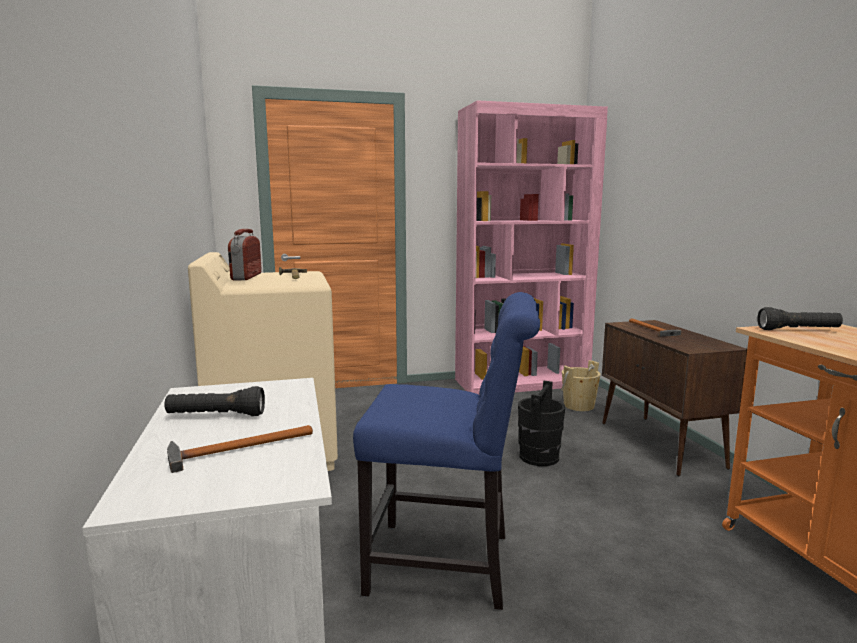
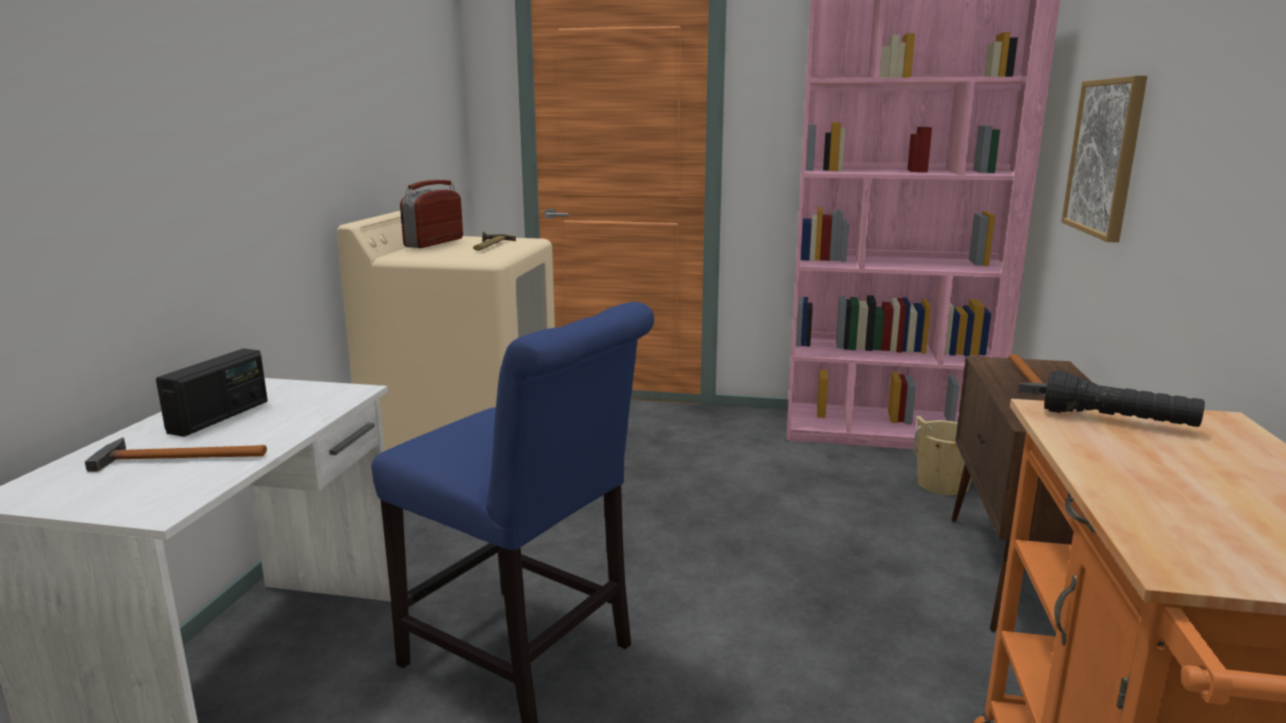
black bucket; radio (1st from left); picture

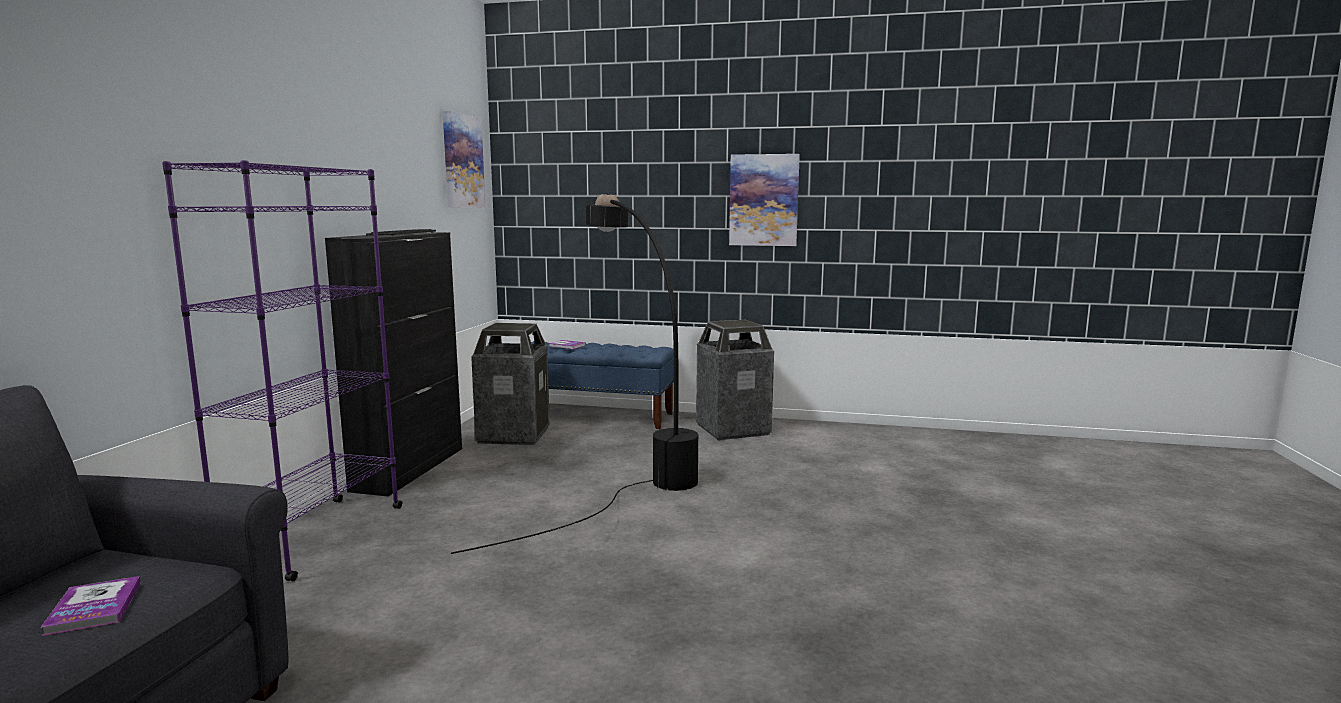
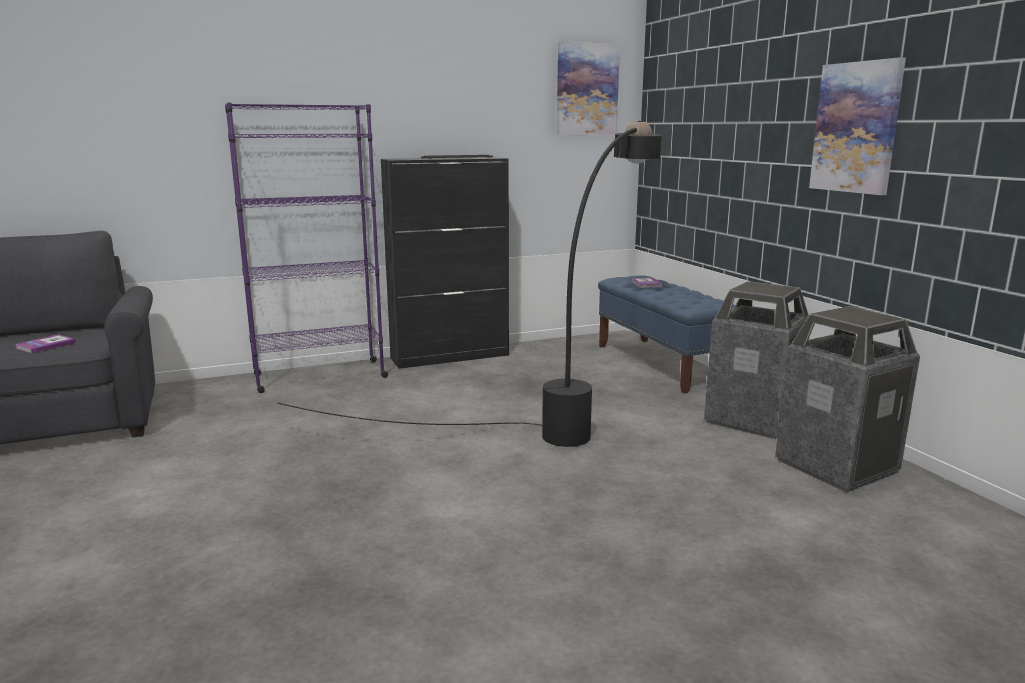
trash can (2nd from left)

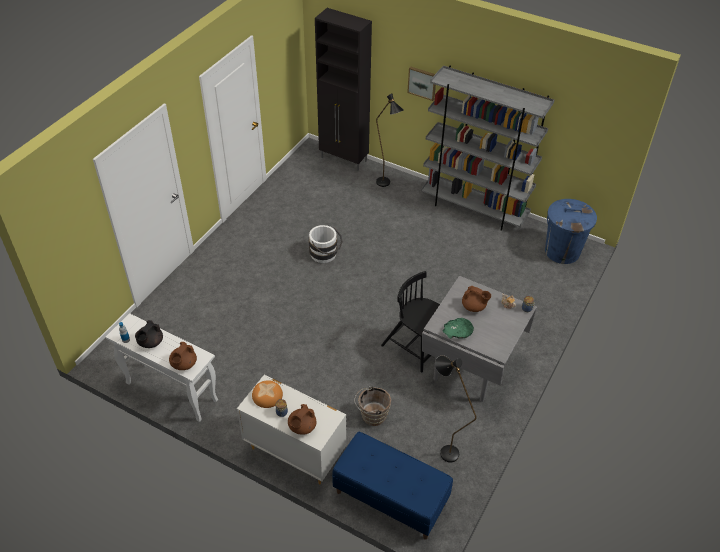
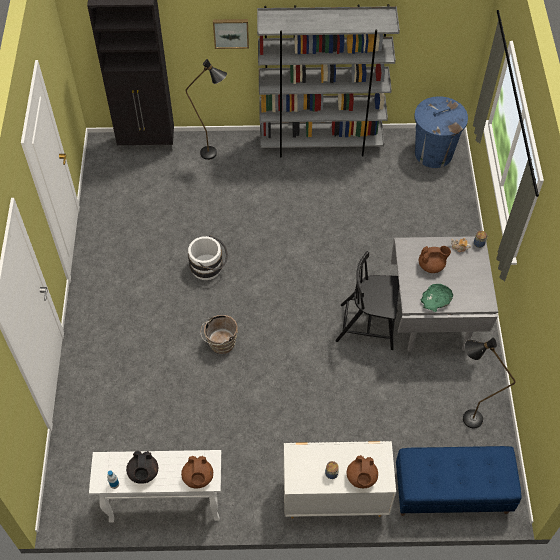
bread; brown bucket

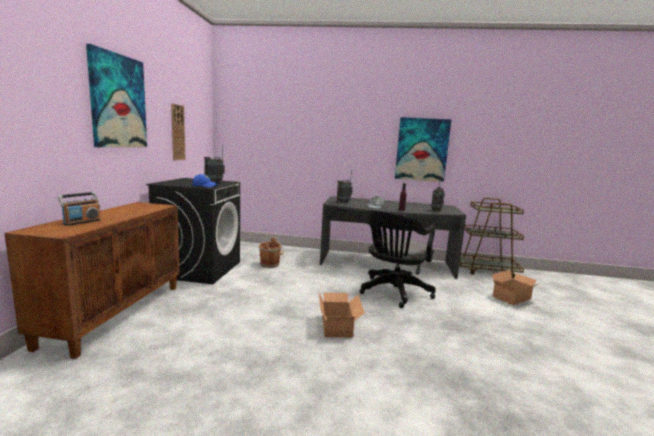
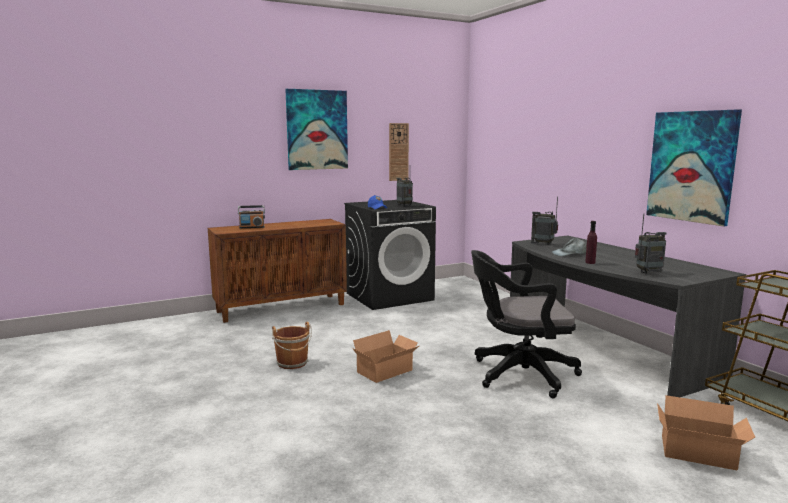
brown bucket

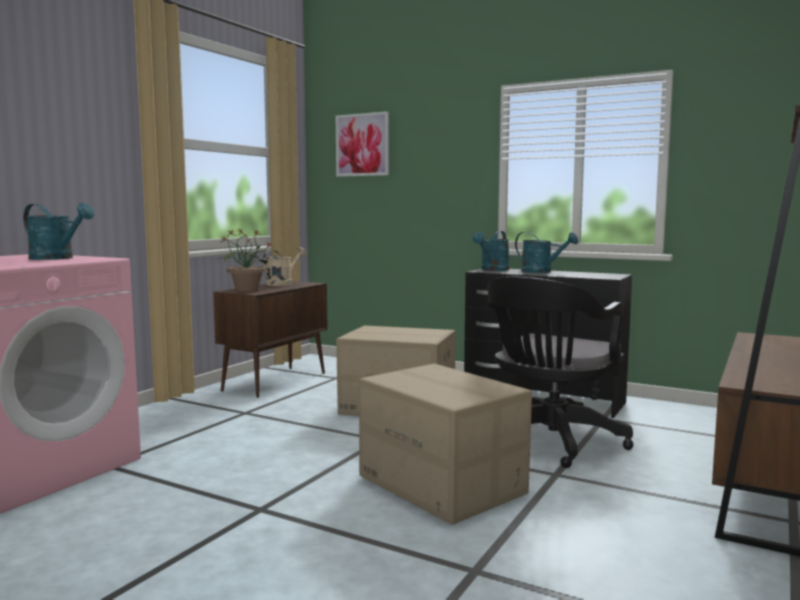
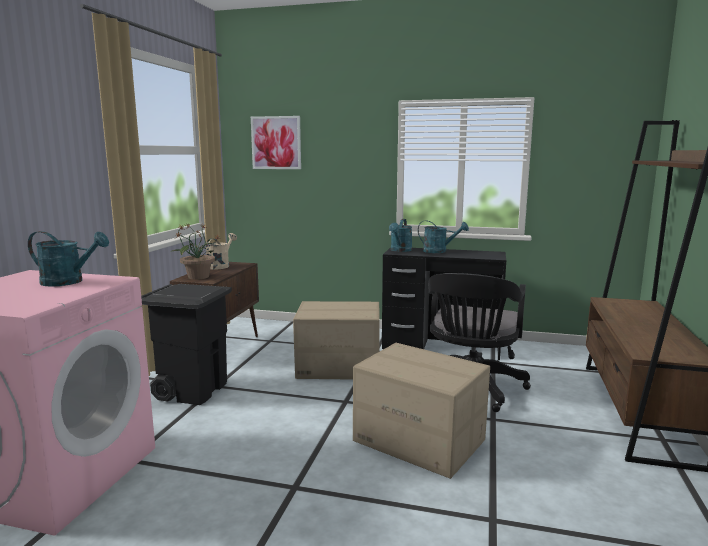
black trash can

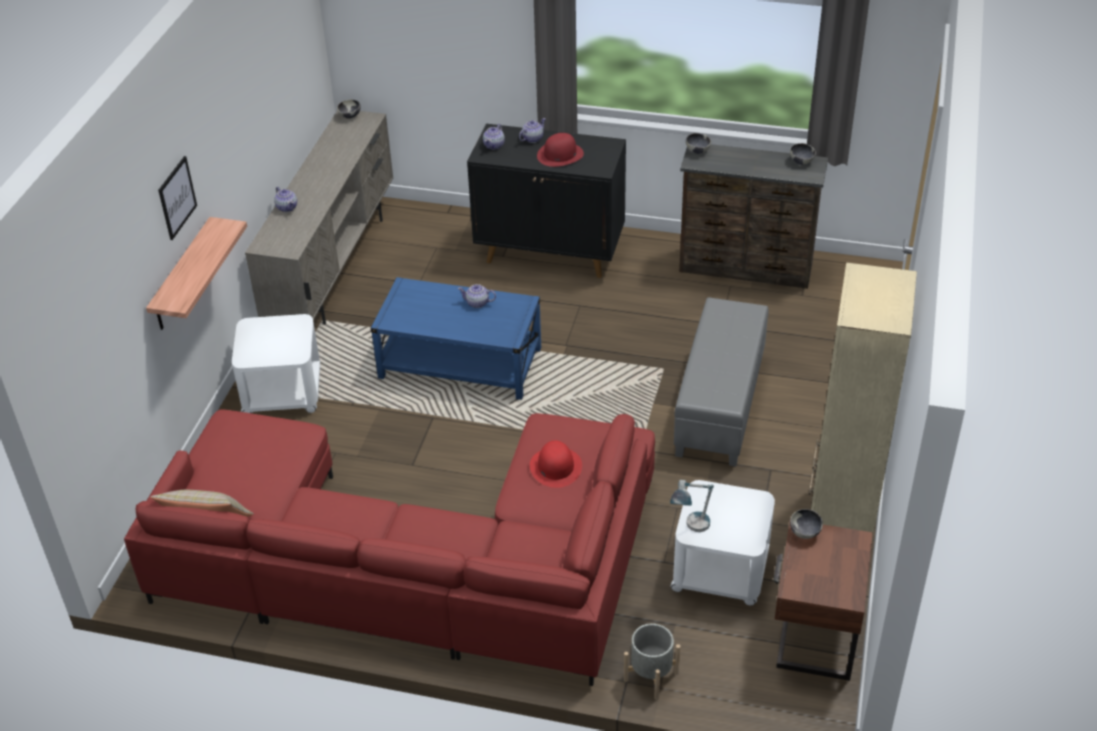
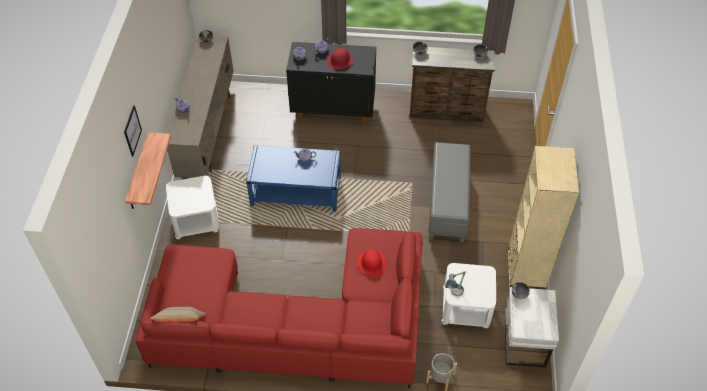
white nightstand

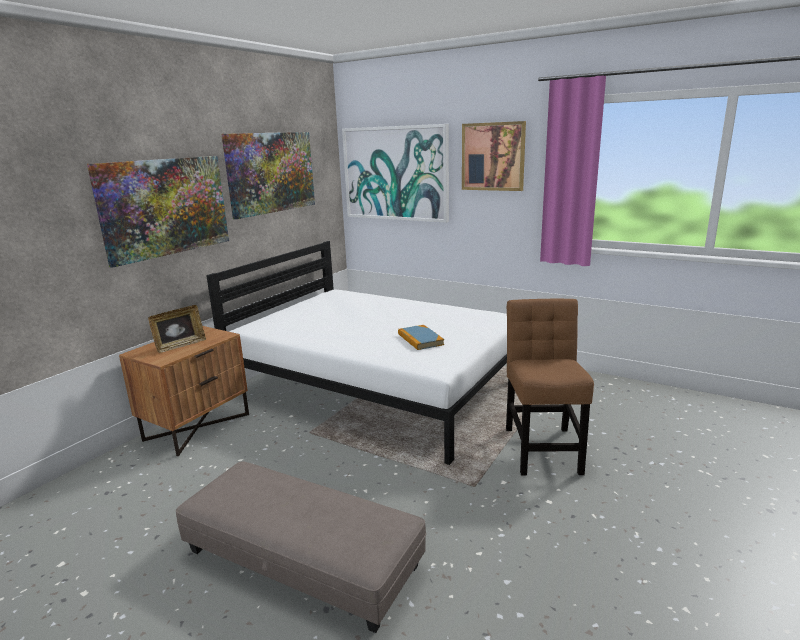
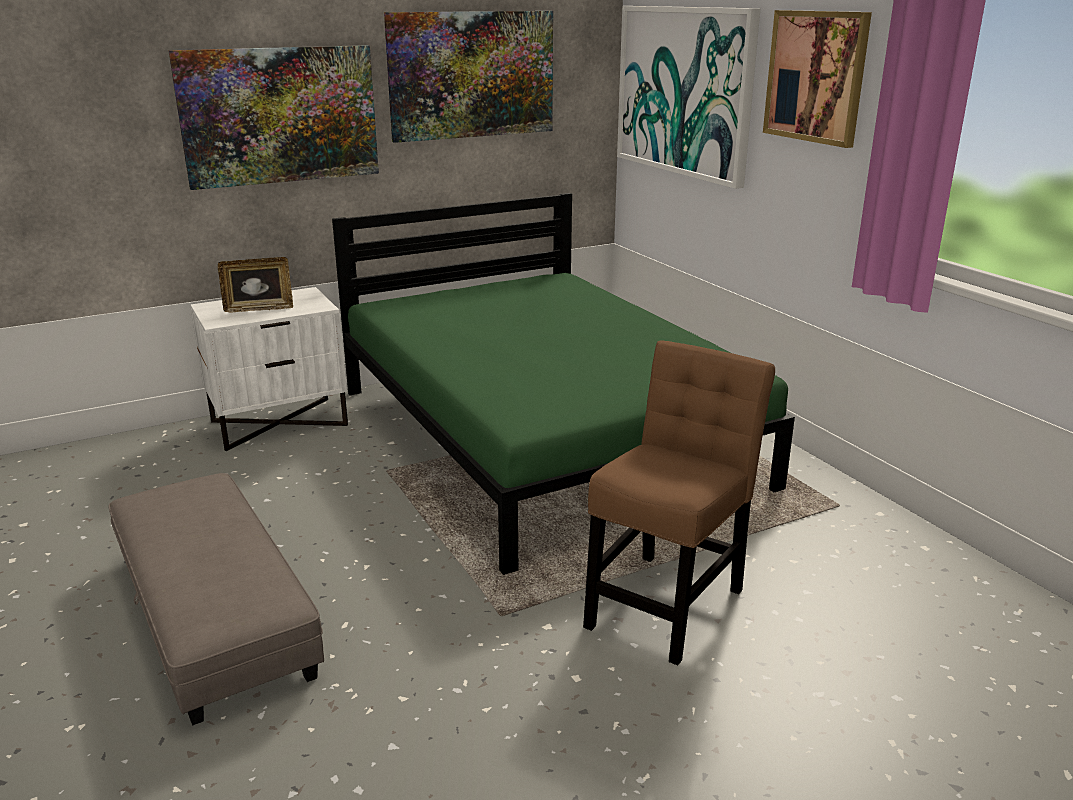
green bed; book; white nightstand

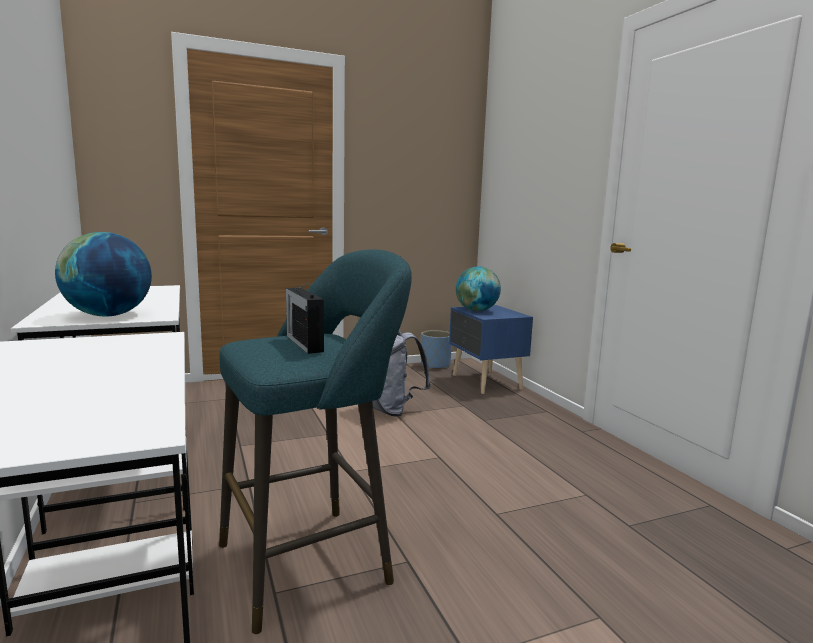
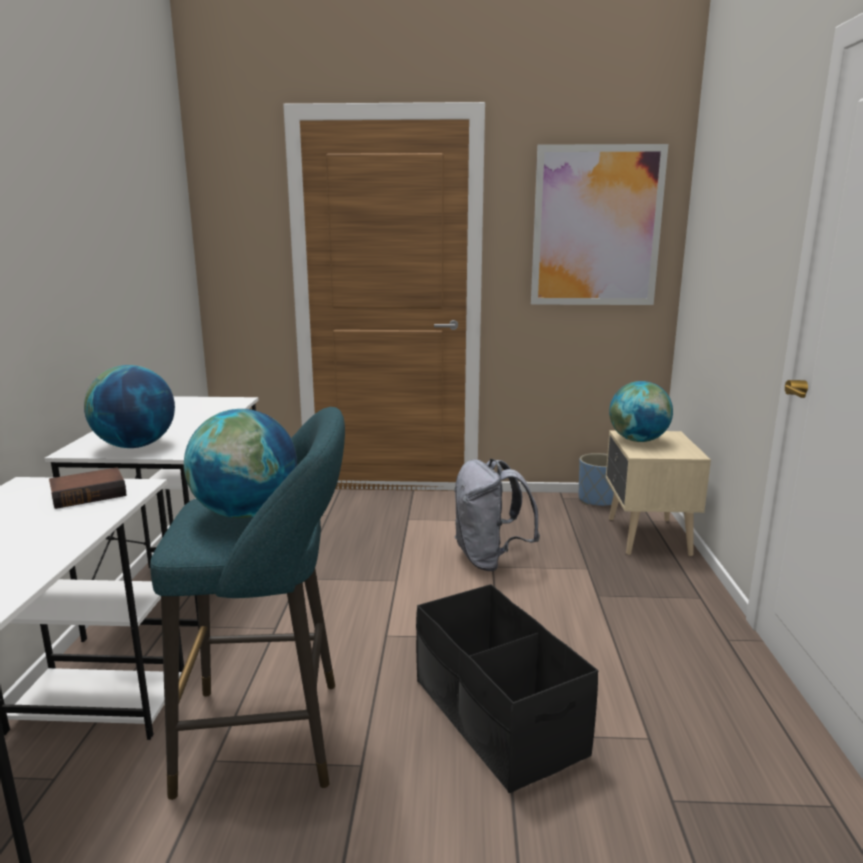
globe (2nd from left); beige nightstand; picture; book; black storage box

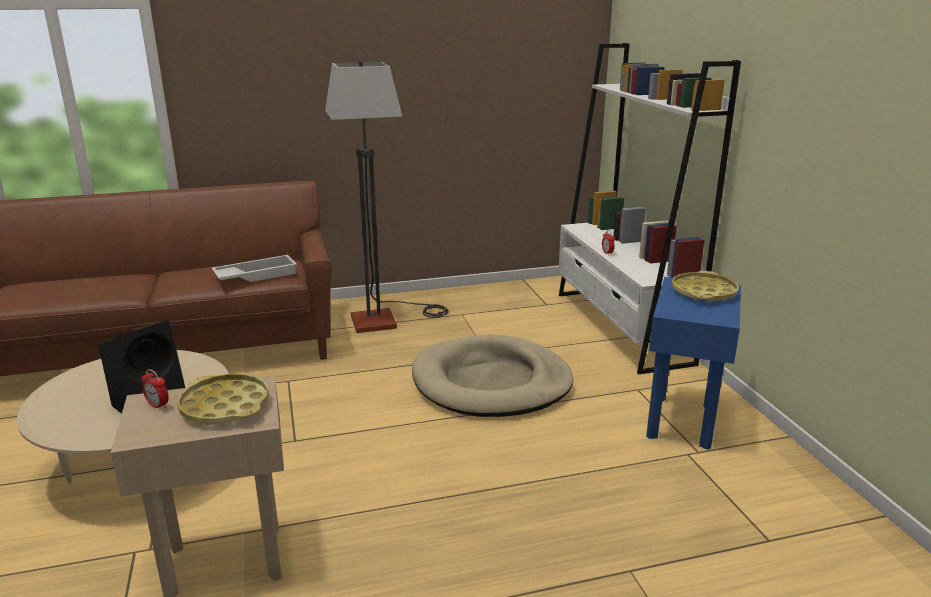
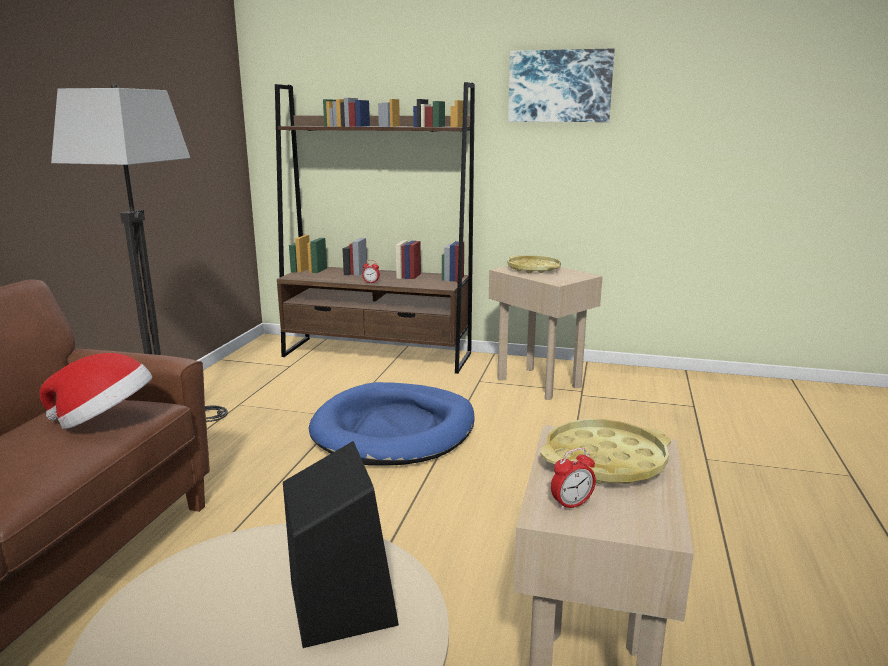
brown bookcase; hat; beige side table (1st from left); blue dog bed; picture

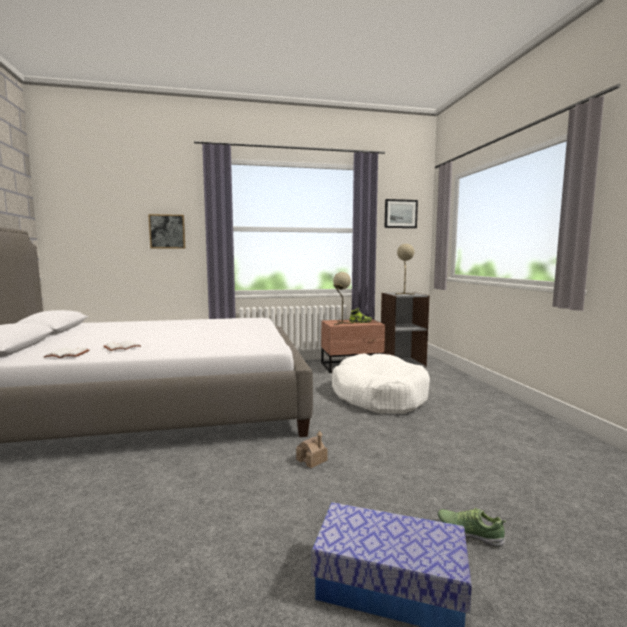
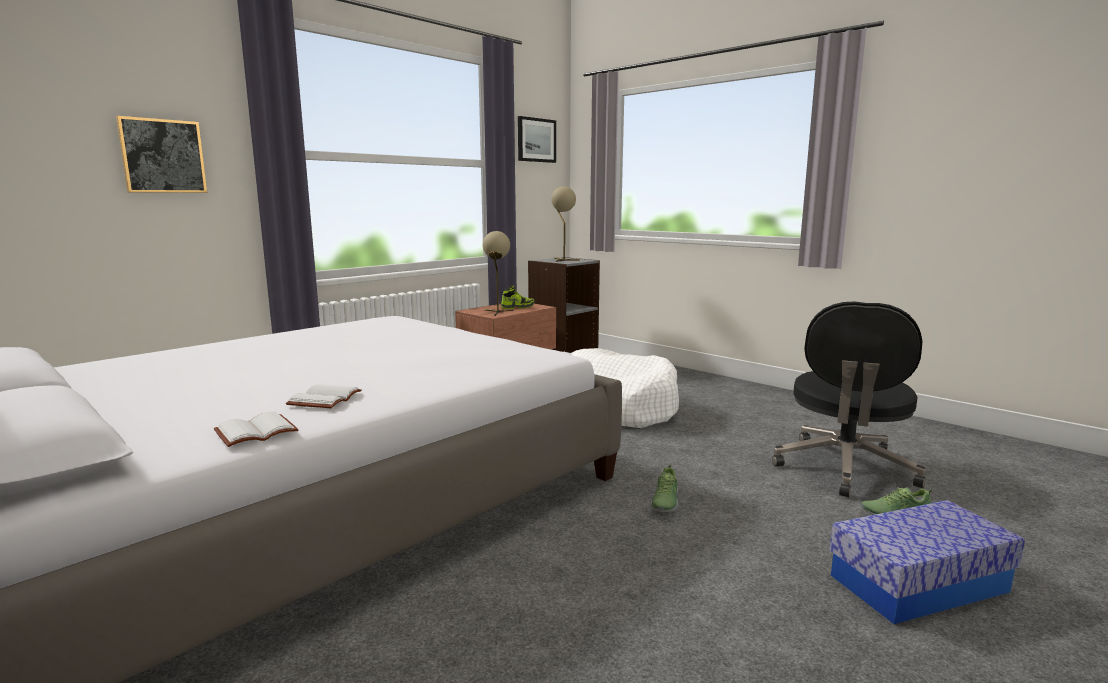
shoe (2nd from left); black office chair

